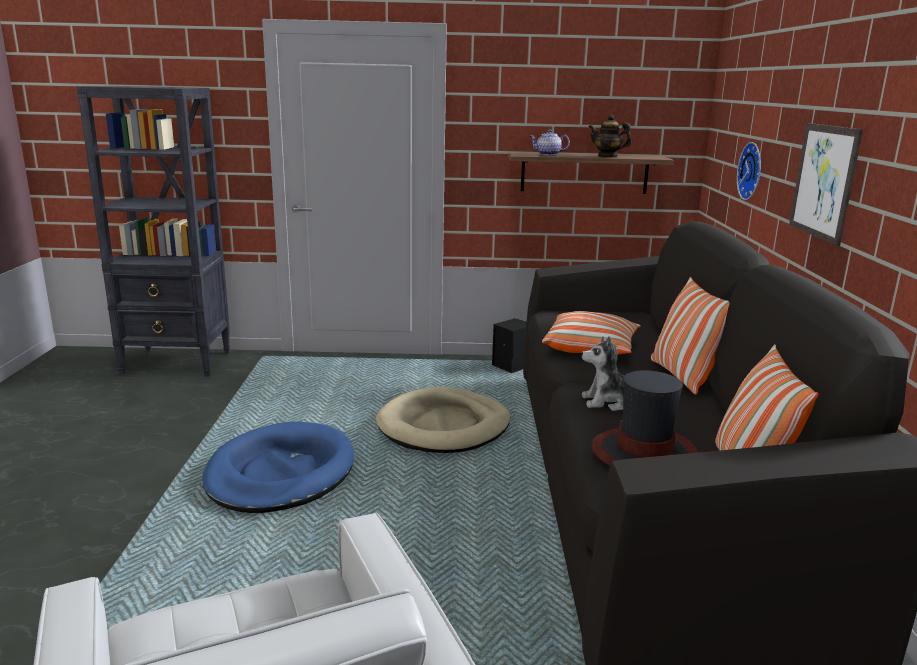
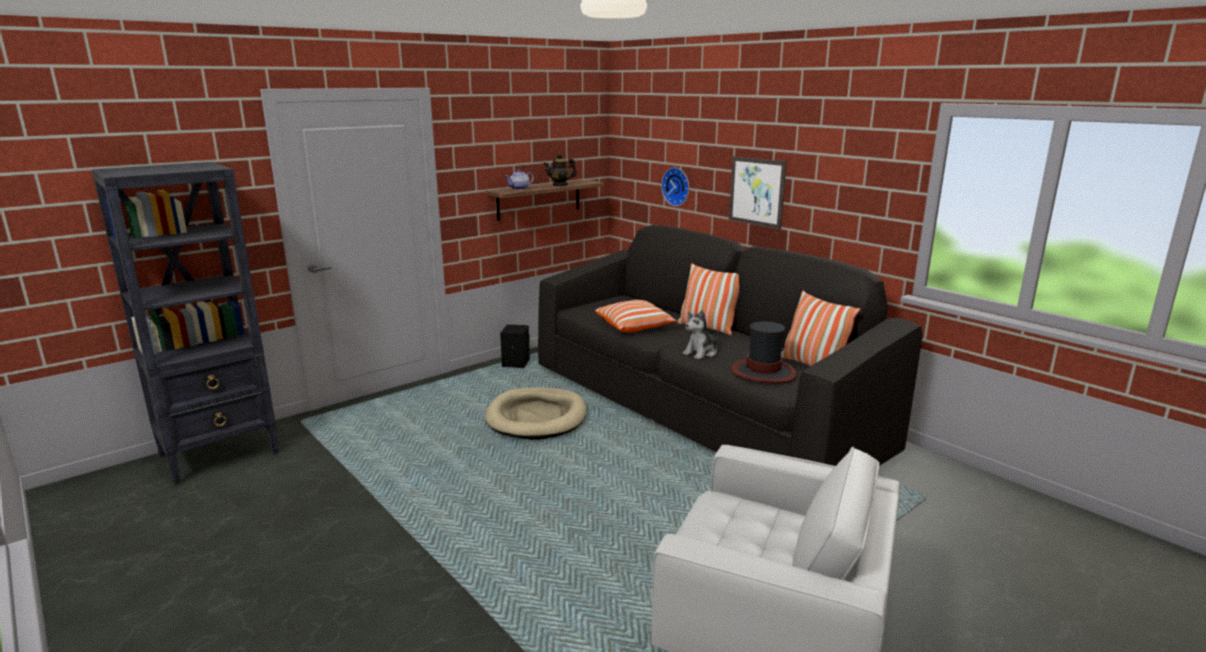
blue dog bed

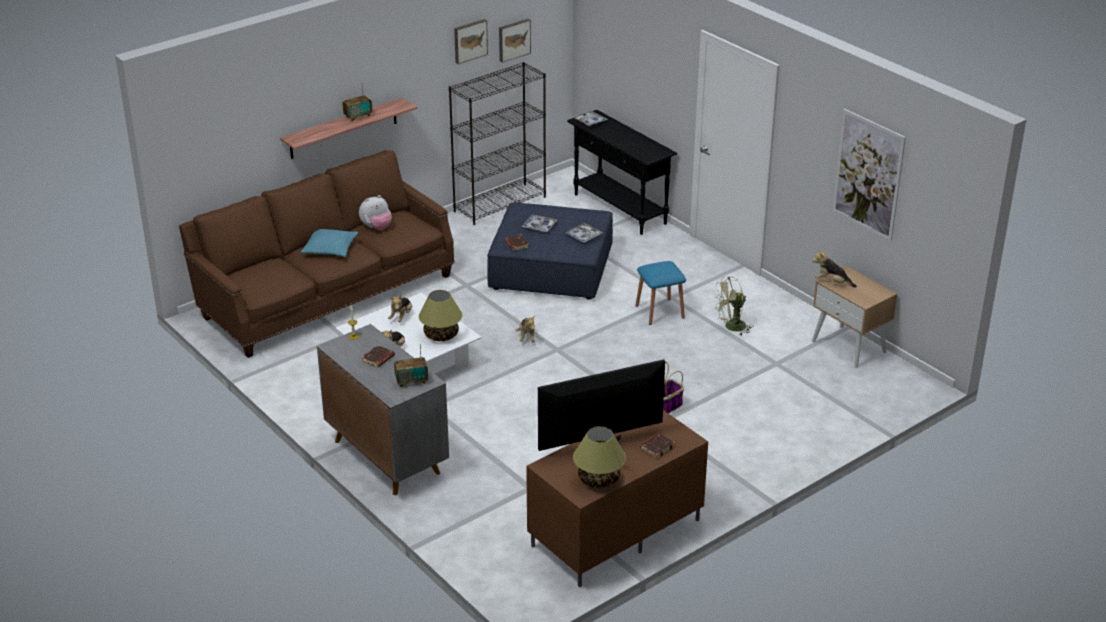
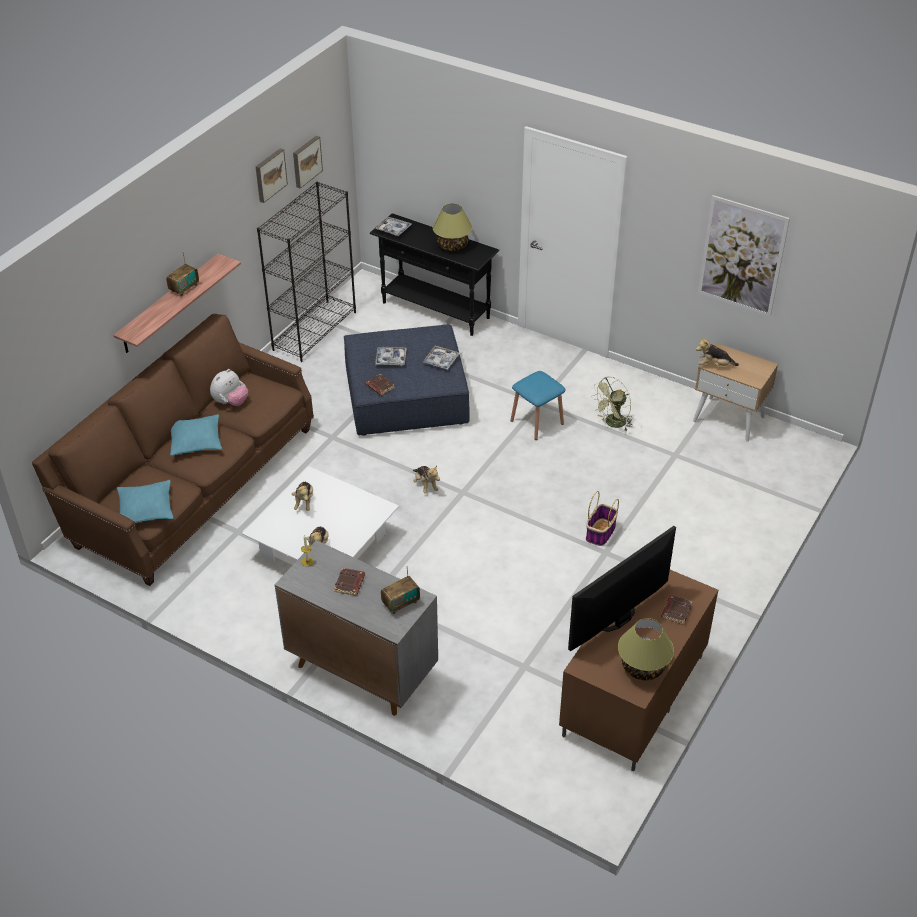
table lamp (1st from left); turquoise pillow (1st from left)

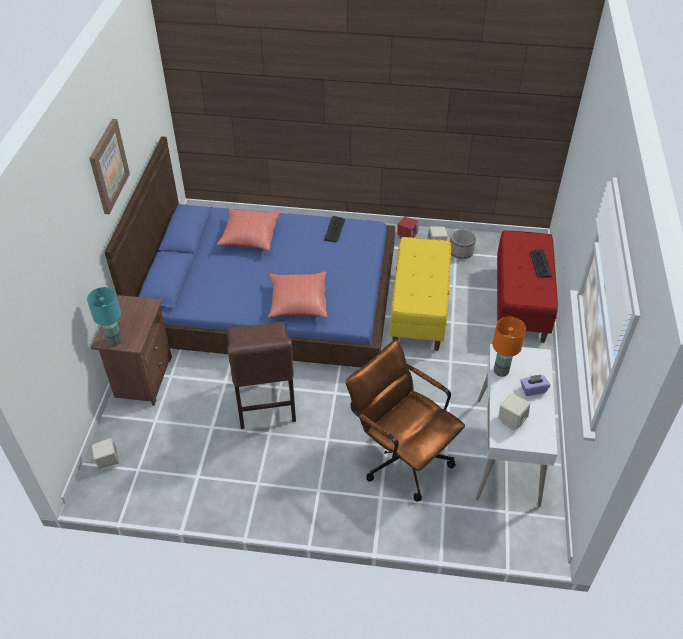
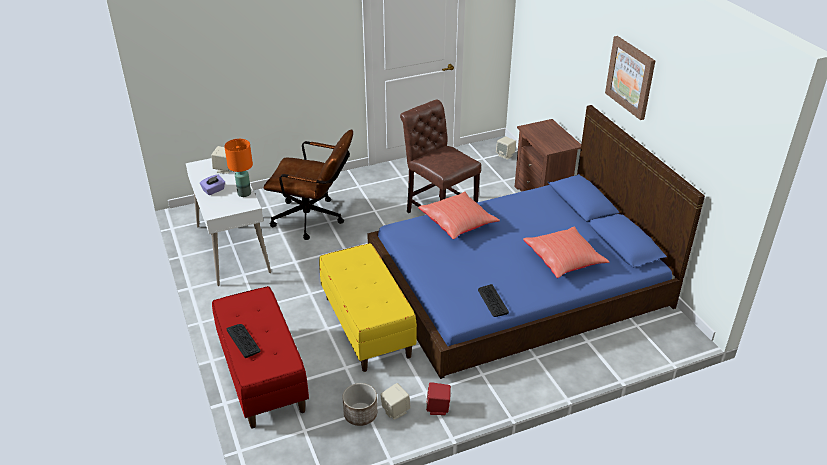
turquoise table lamp

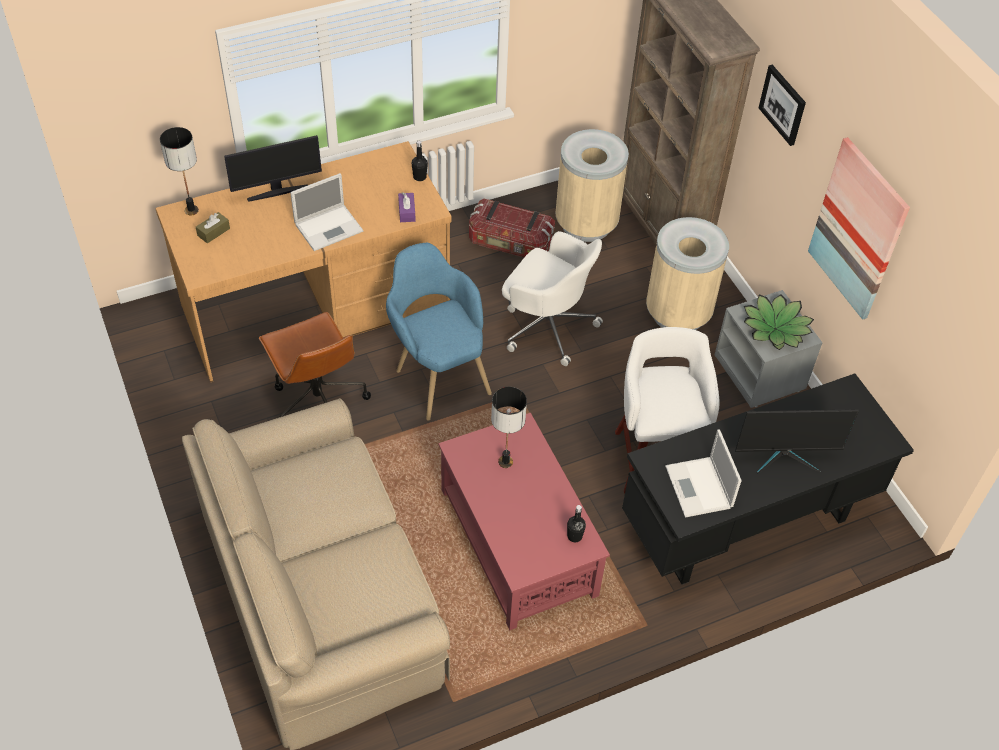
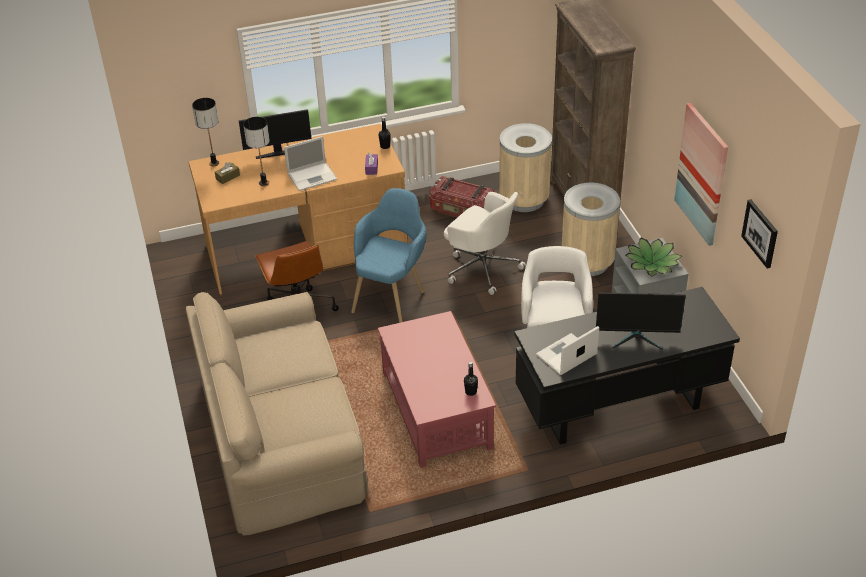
picture (2nd from left); blue armchair; table lamp (2nd from left); laptop (2nd from left)

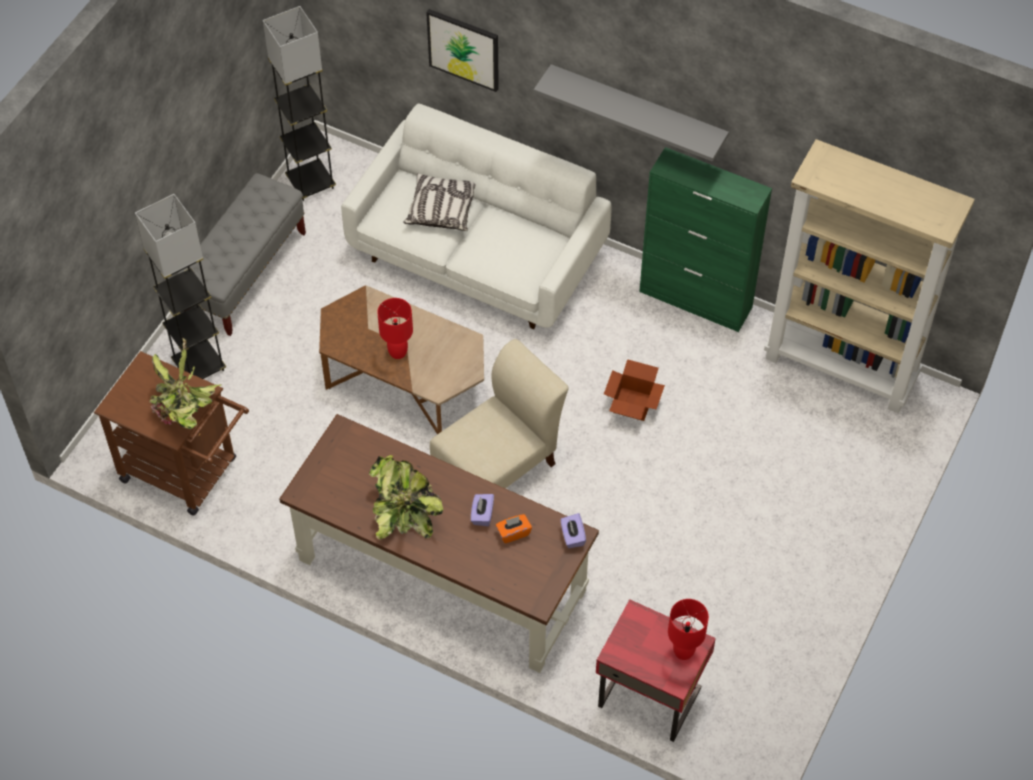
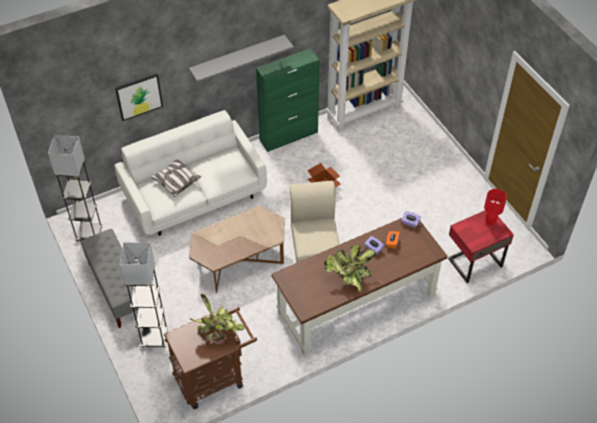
red table lamp (1st from left in the first image)

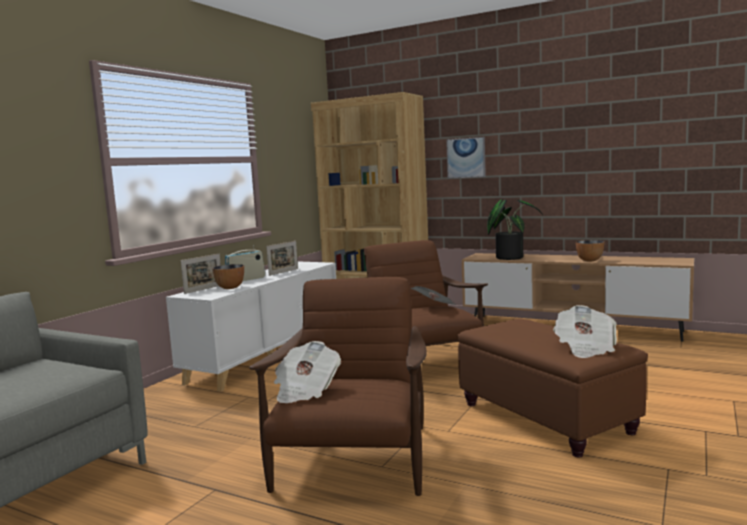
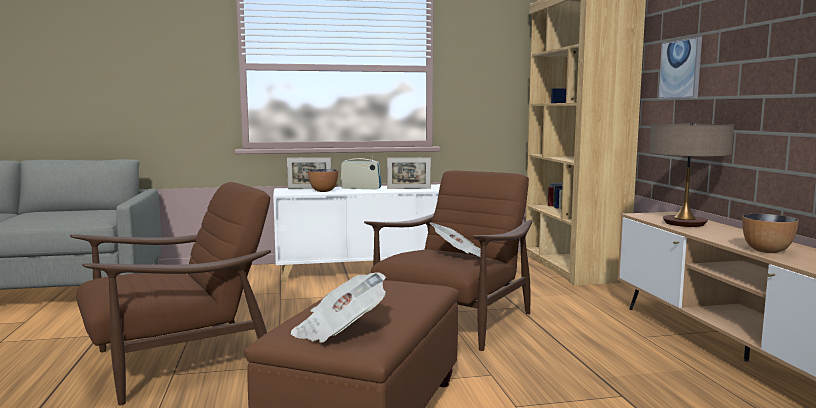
table lamp; newspaper (1st from left in the first image)

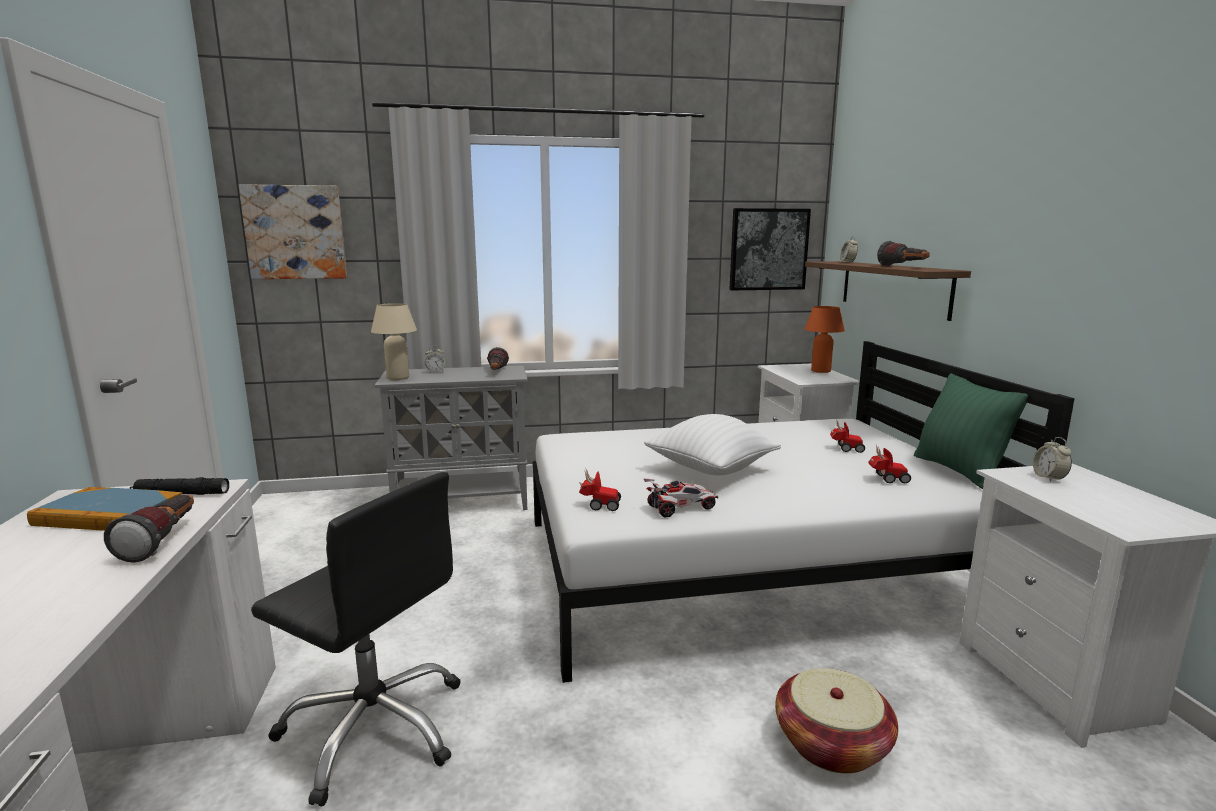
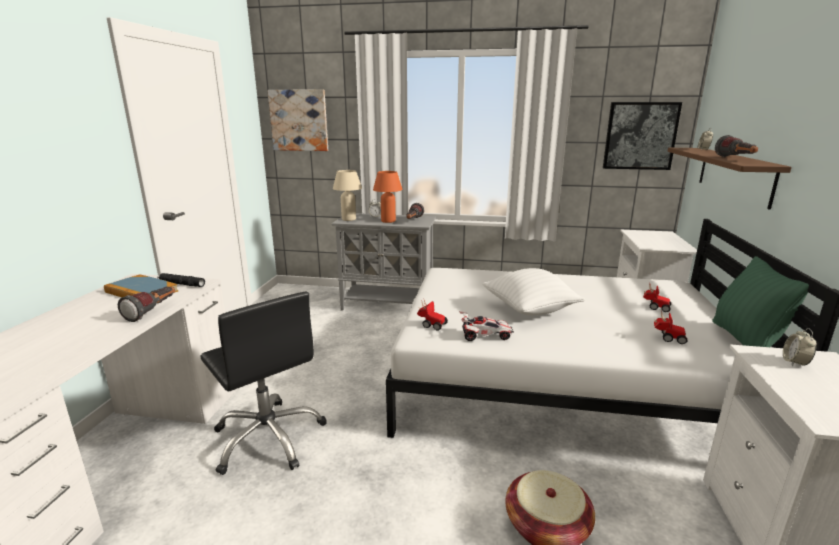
orange table lamp

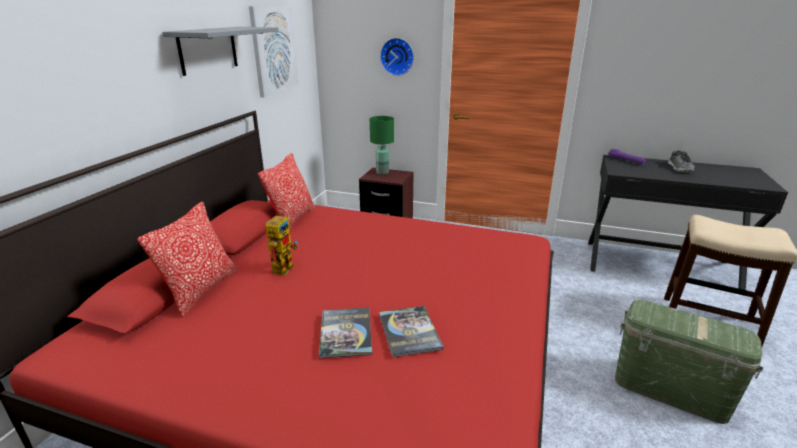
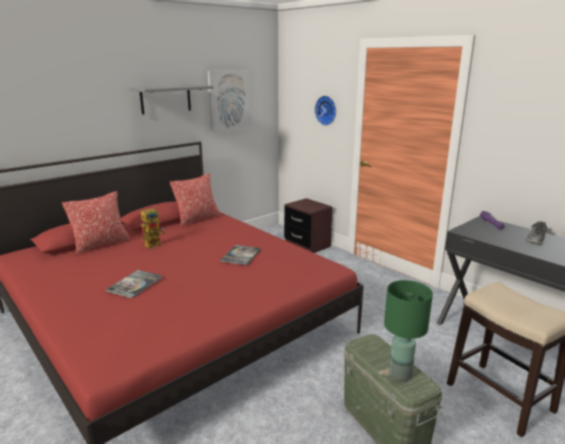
green table lamp; book (2nd from left)

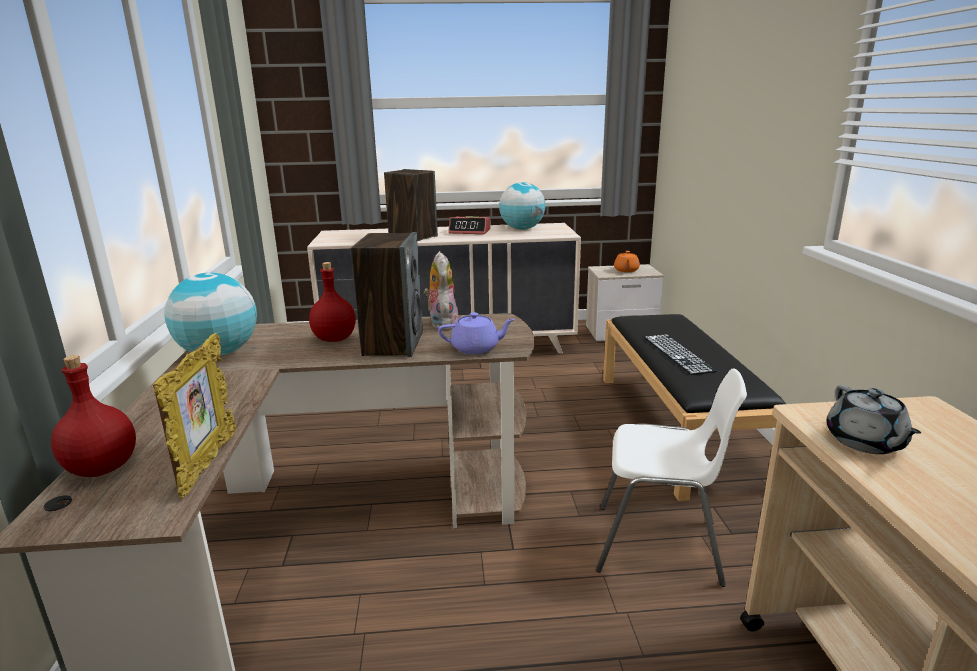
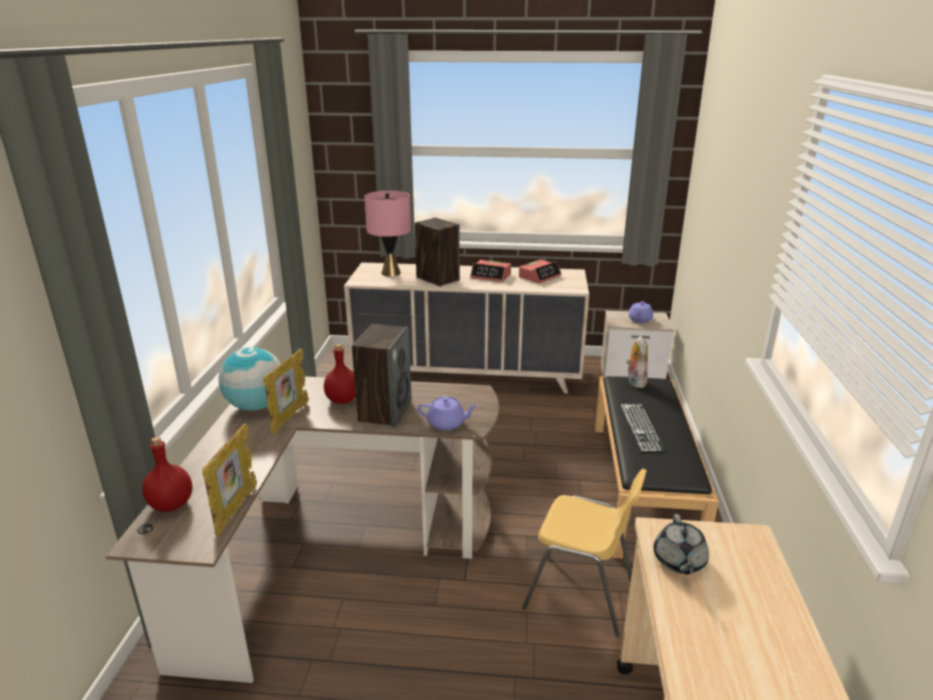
alarm clock (2nd from left); plush toy; purple teapot (2nd from left); yellow chair; pink table lamp; picture frame (2nd from left)

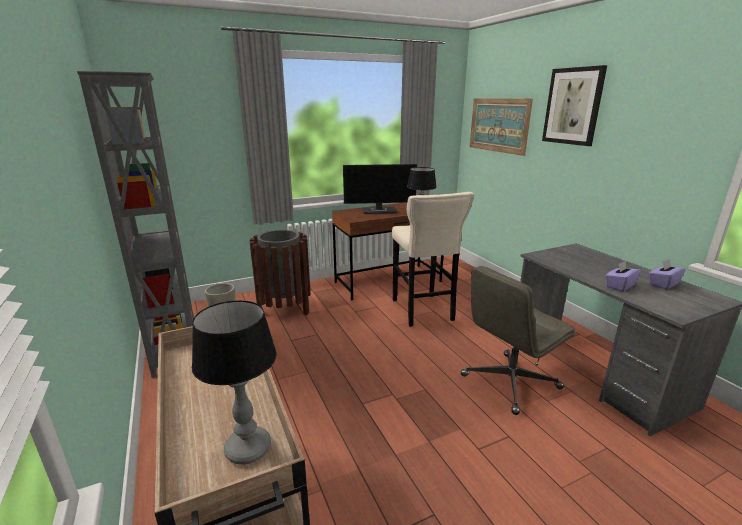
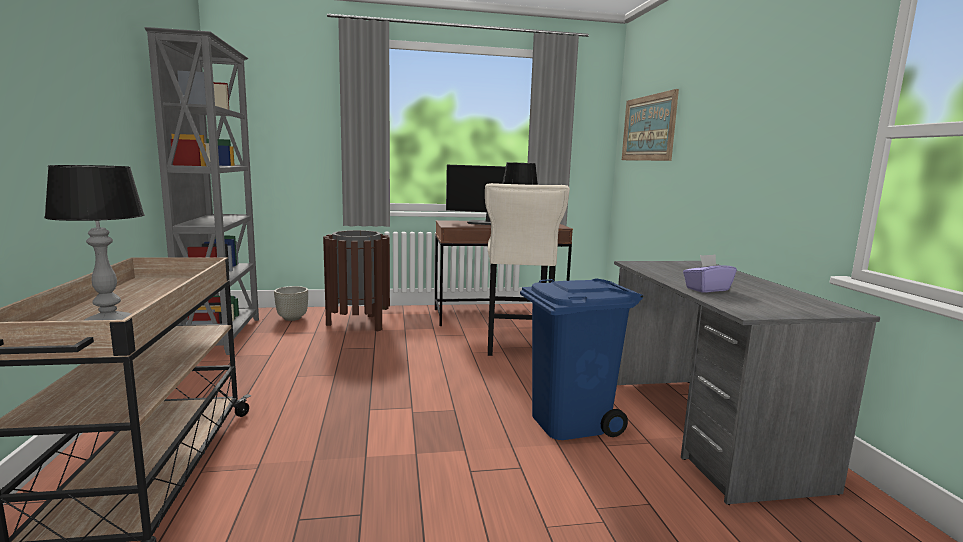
picture (2nd from left in the first image); purple tissue box (2nd from left in the first image); blue trash can

